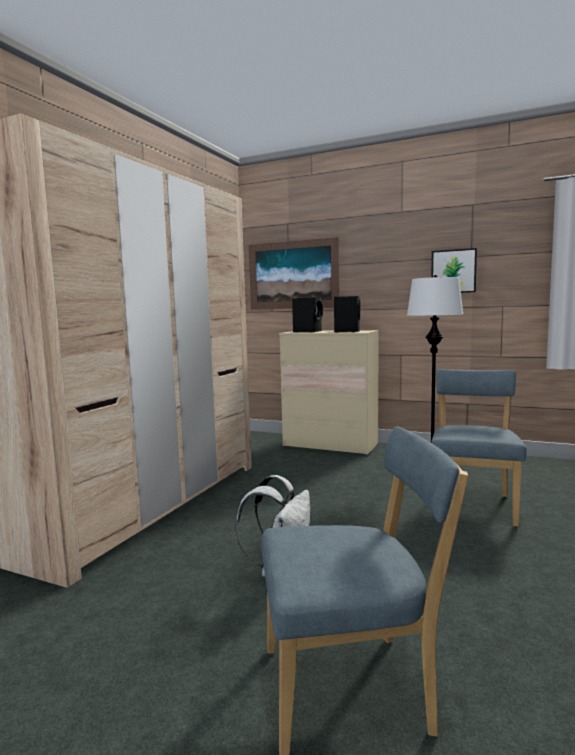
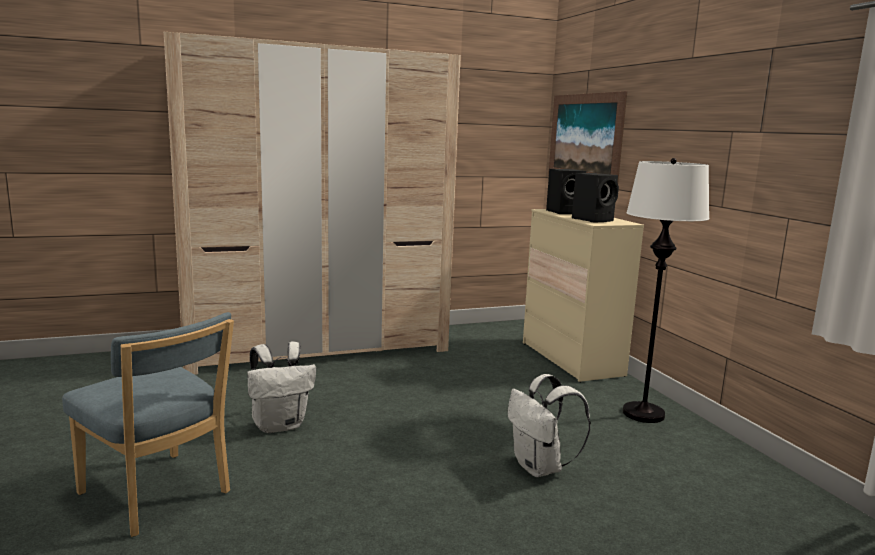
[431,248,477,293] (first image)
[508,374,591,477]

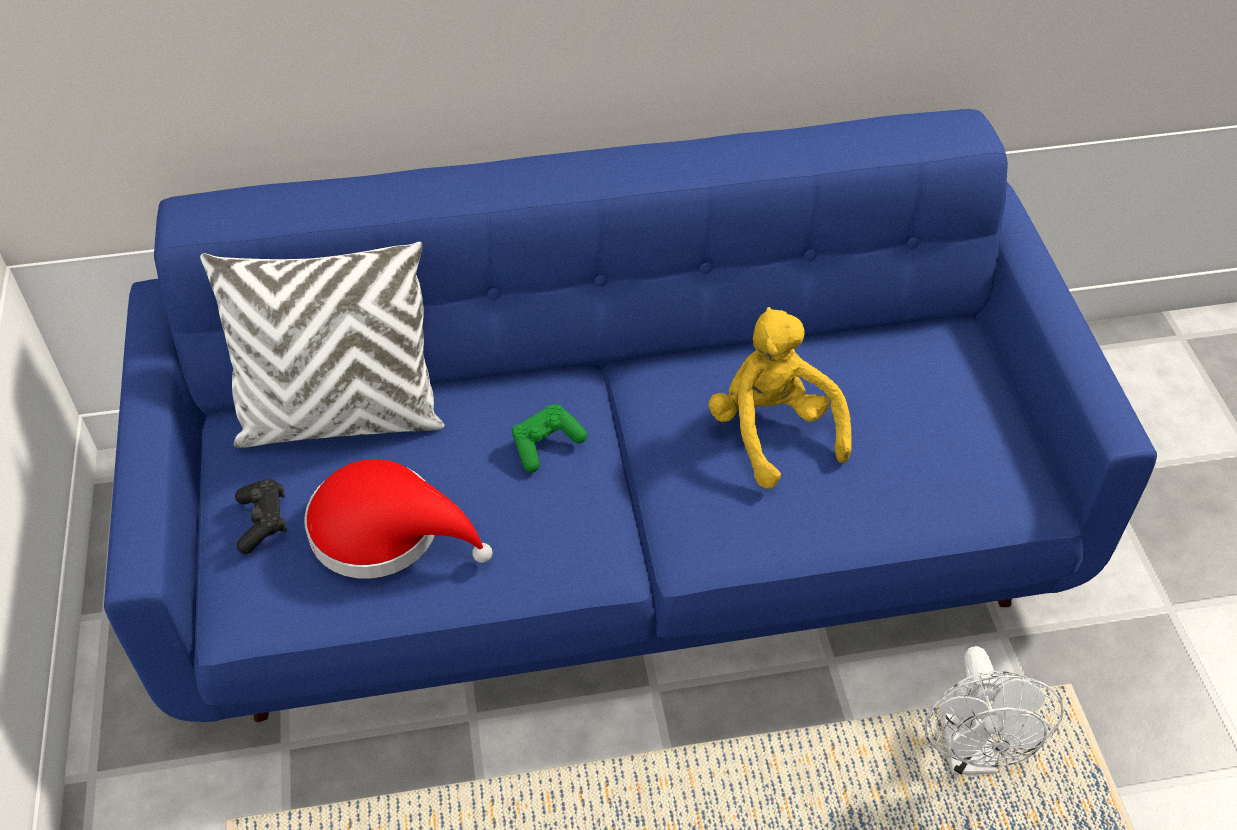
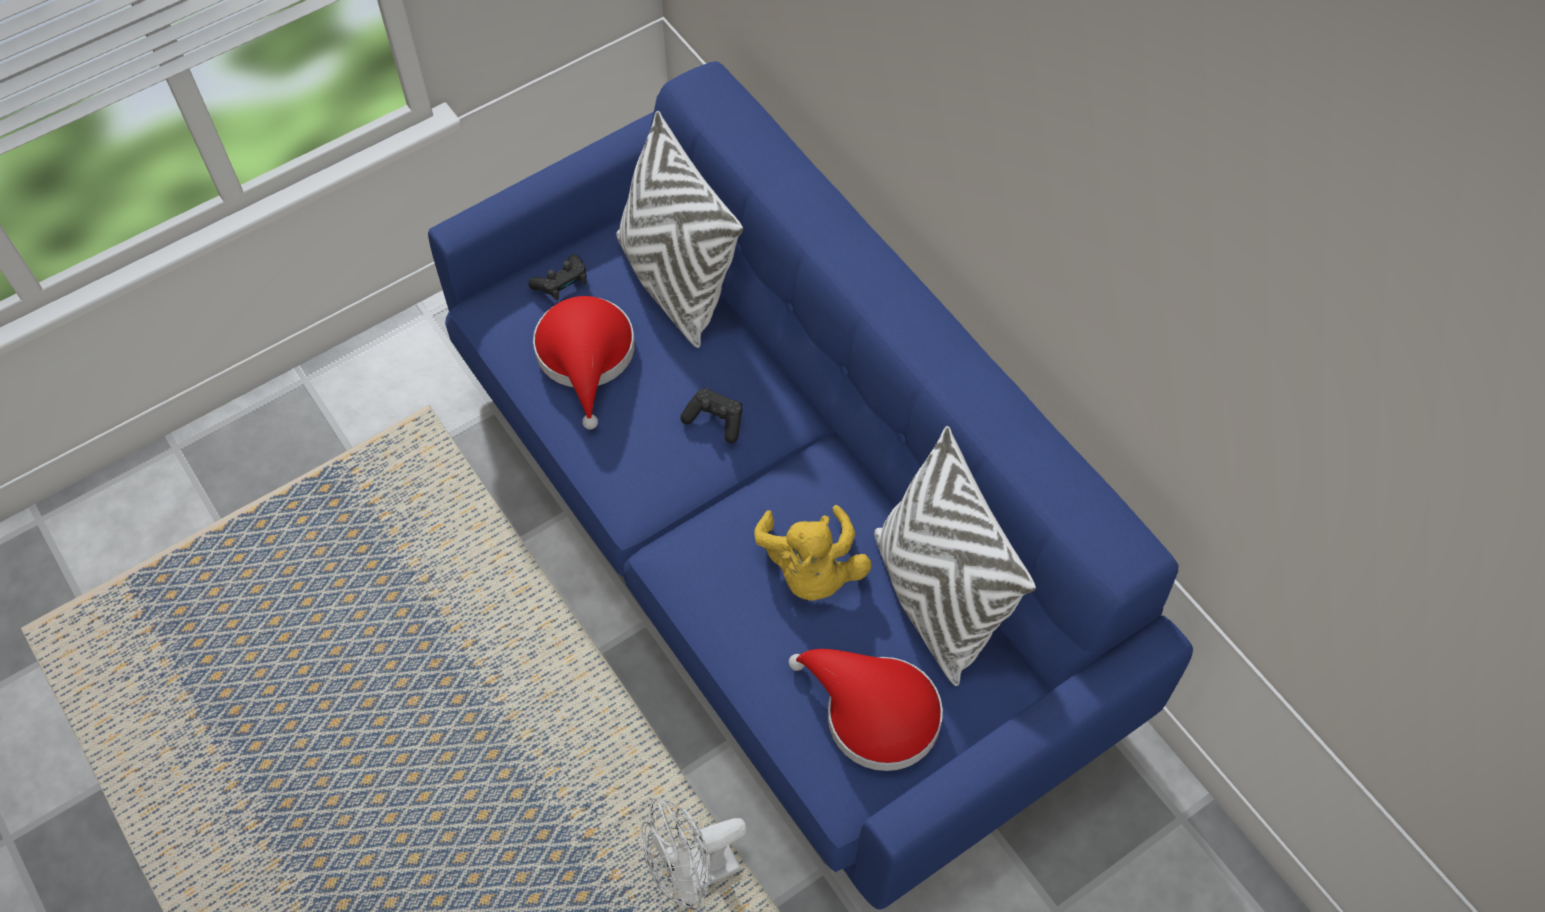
[754,505,872,601]
[680,388,742,443]
[874,426,1036,686]
[789,649,943,771]

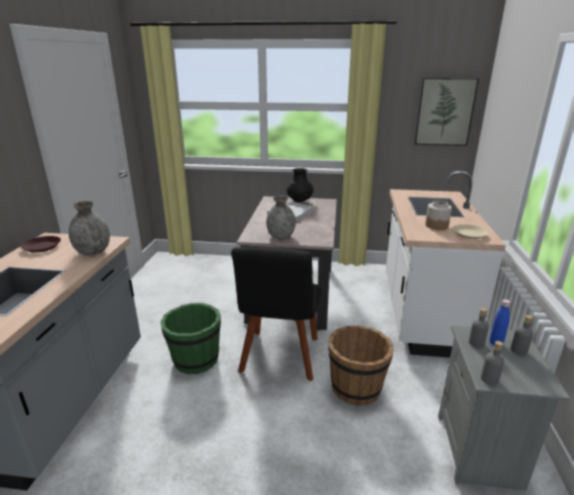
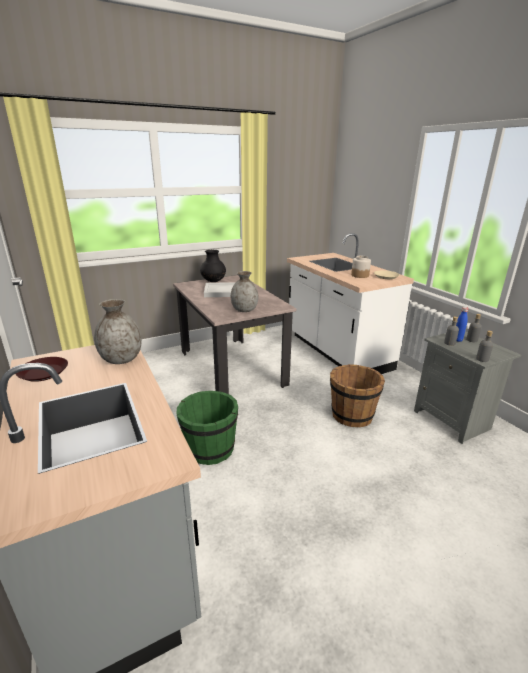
[414,78,479,146] (first image)
[231,246,321,381] (first image)

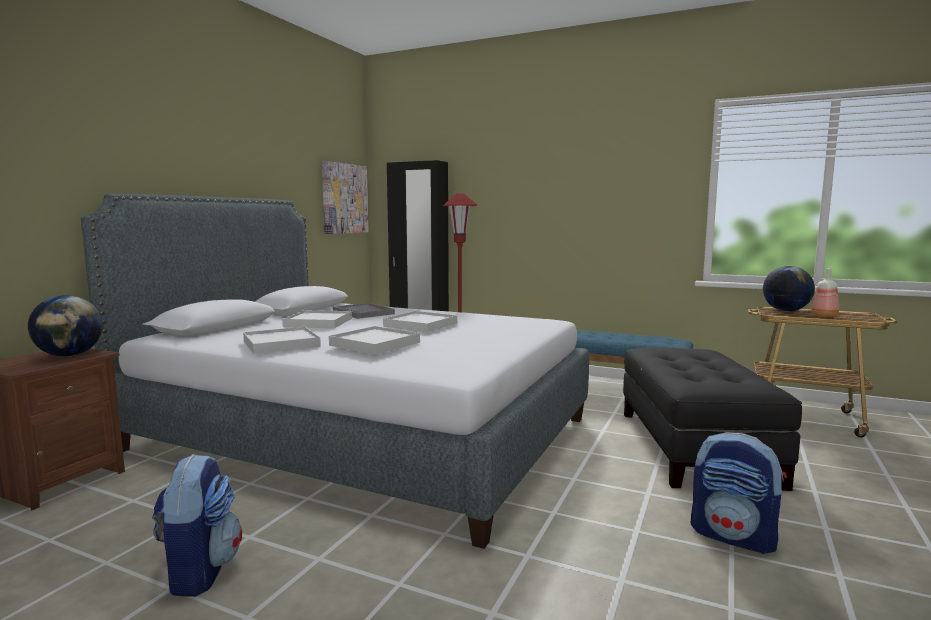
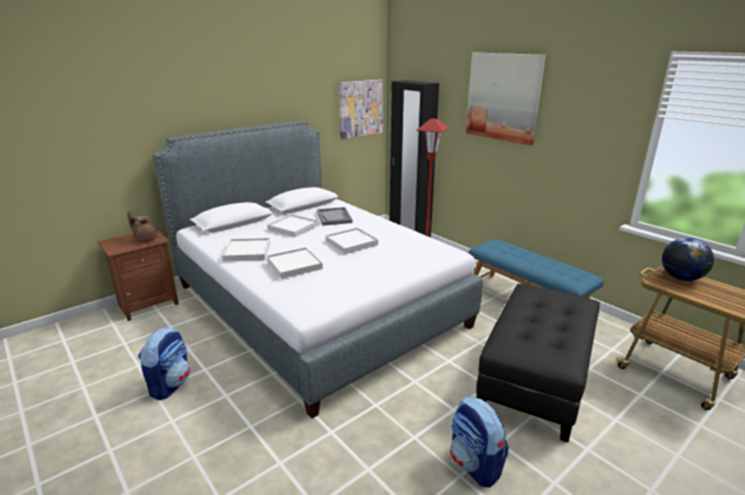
[811,269,839,317] (first image)
[127,211,158,242]
[466,52,546,145]

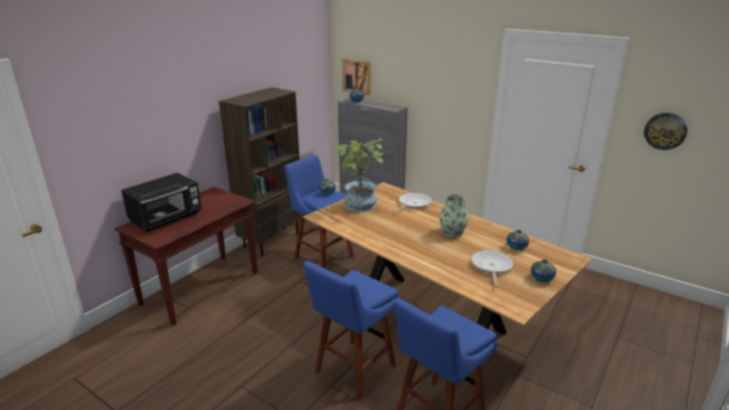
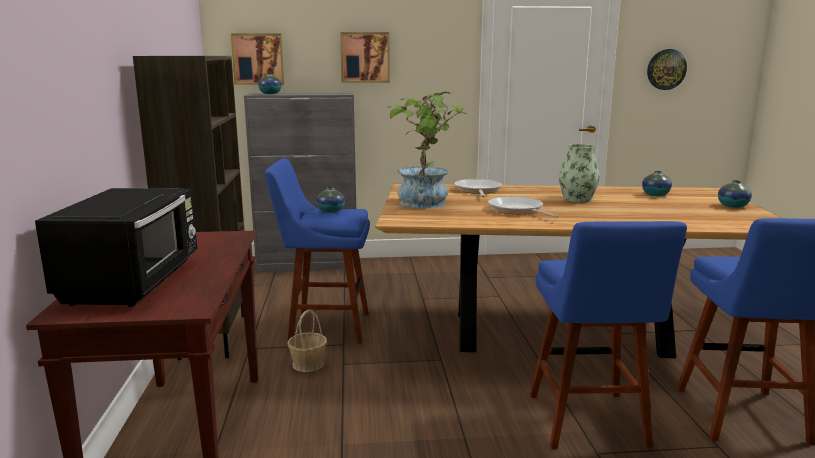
[488,196,559,218]
[340,32,390,83]
[288,309,327,372]

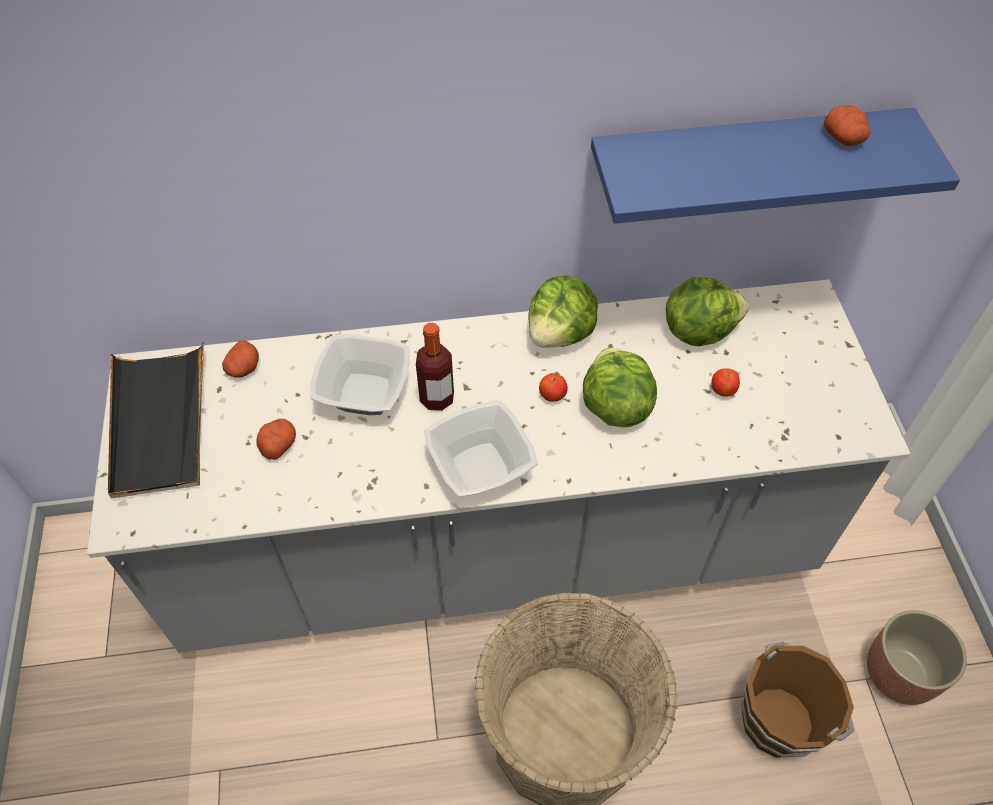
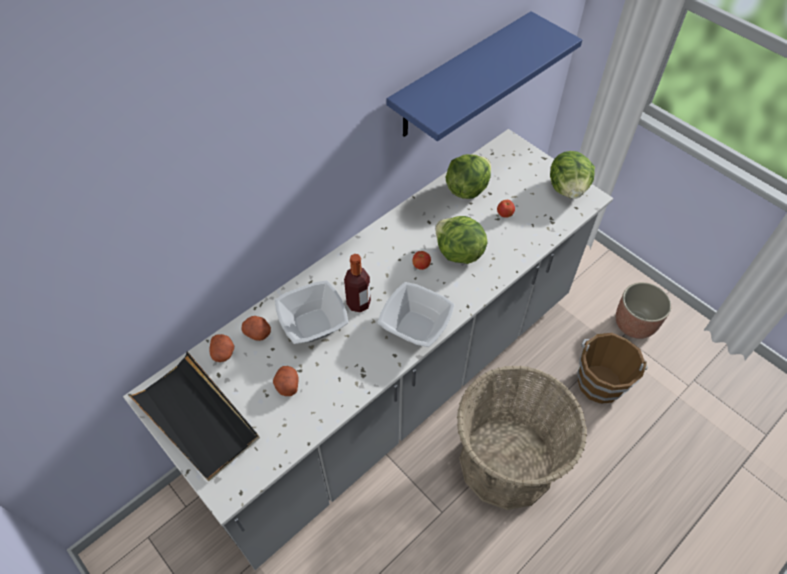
[241,316,271,341]
[550,151,595,199]

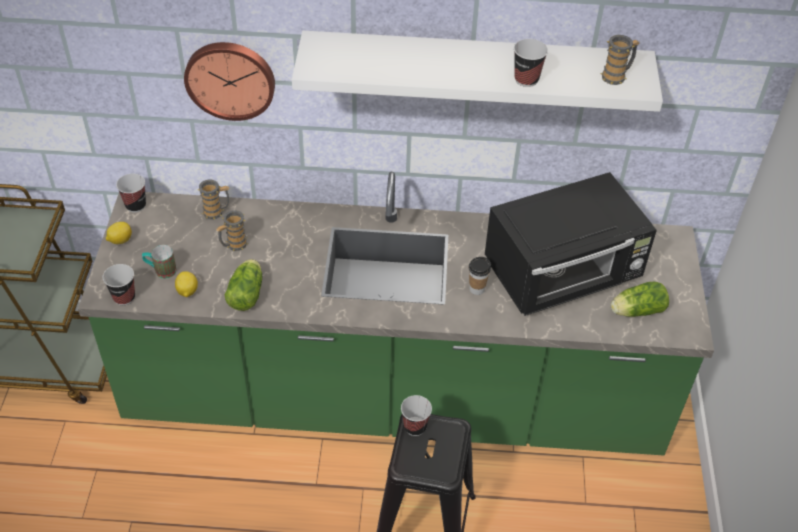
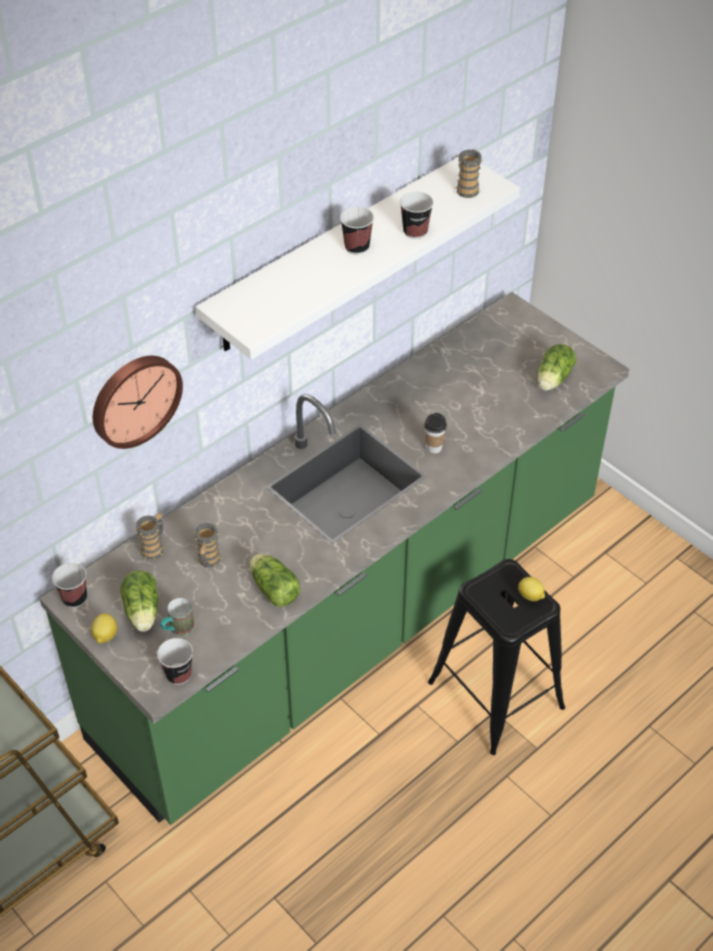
[485,172,657,316] (first image)
[518,577,545,601]
[340,207,374,255]
[120,570,158,632]

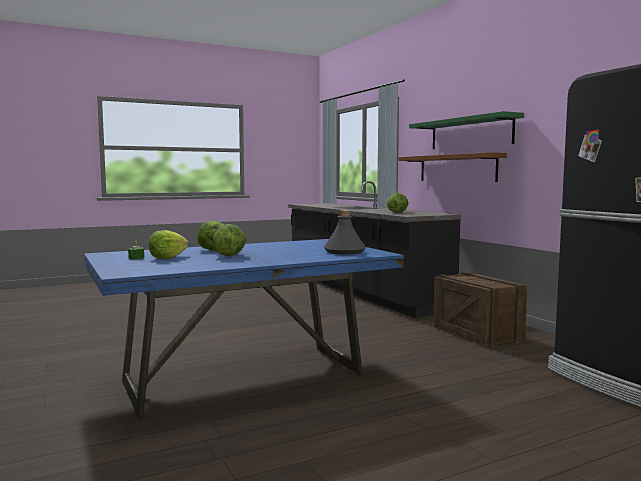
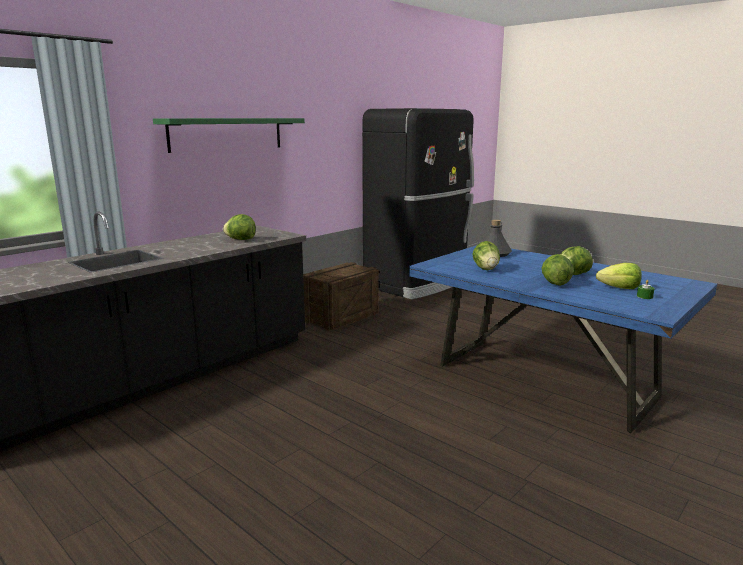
[398,152,507,182] (first image)
[472,241,500,270]

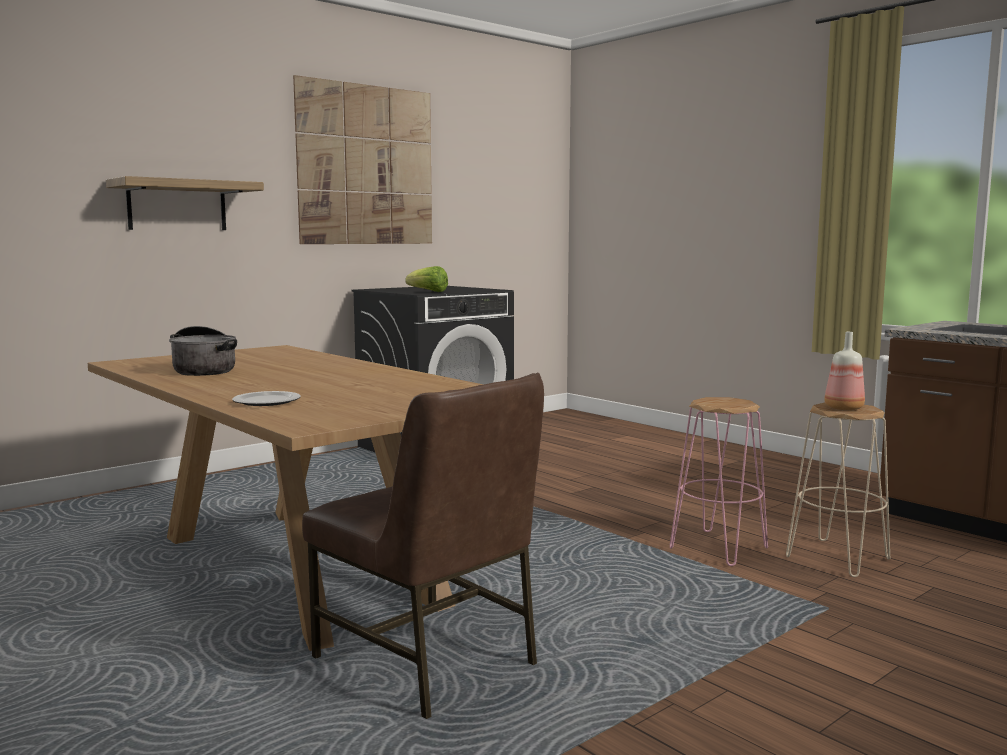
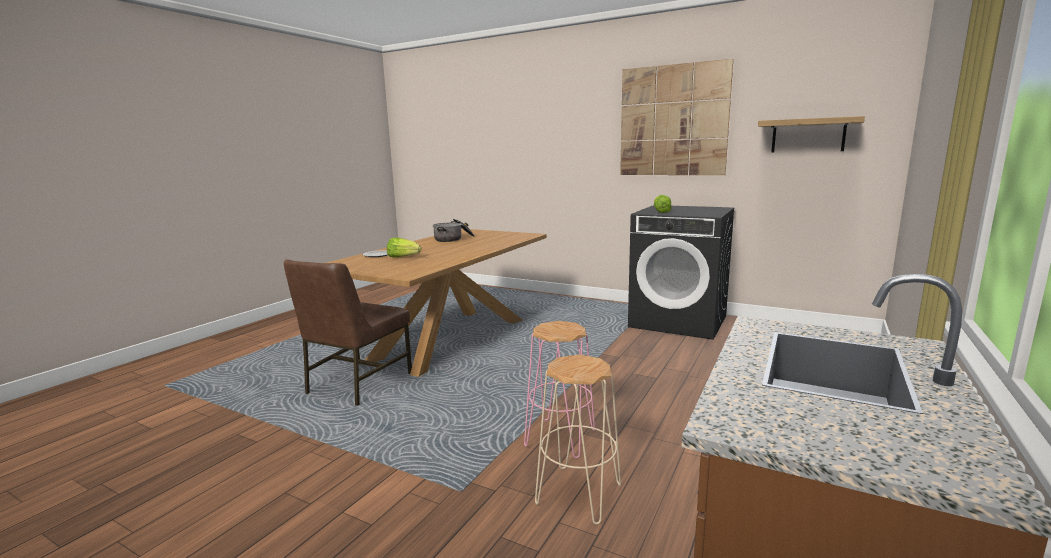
[758,116,865,153]
[824,332,865,410] (first image)
[387,237,421,258]

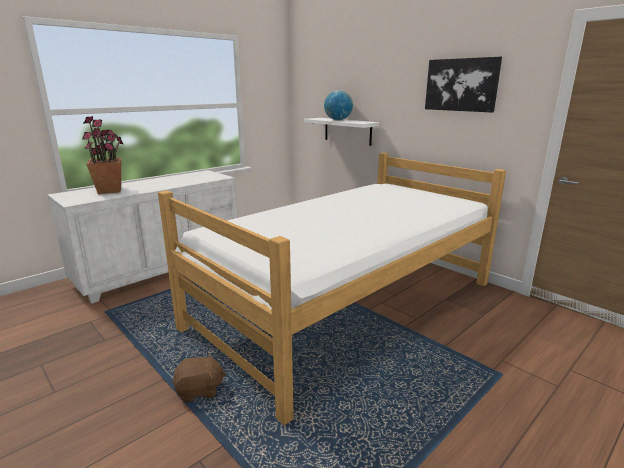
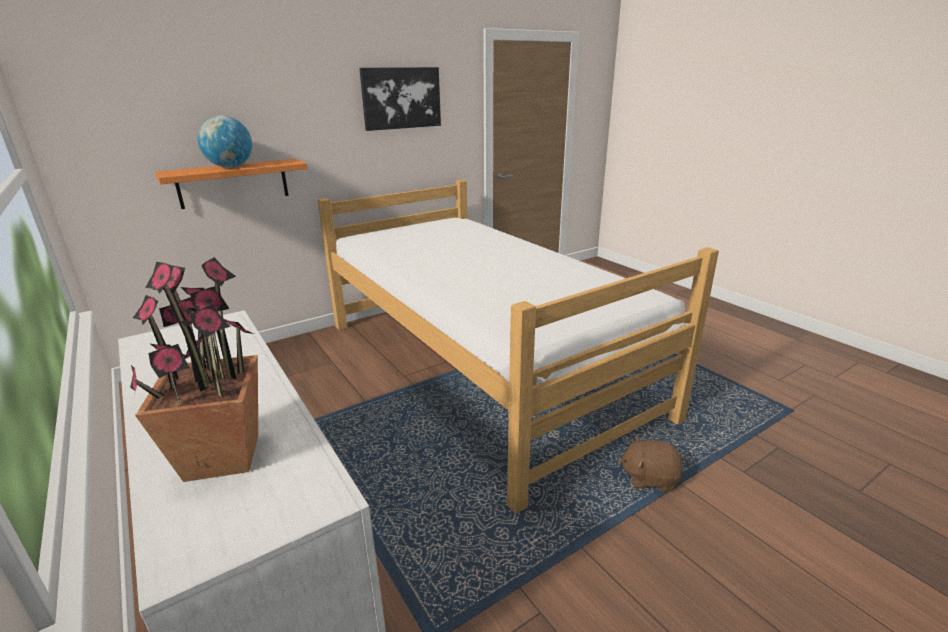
[155,159,308,209]
[619,436,683,492]

